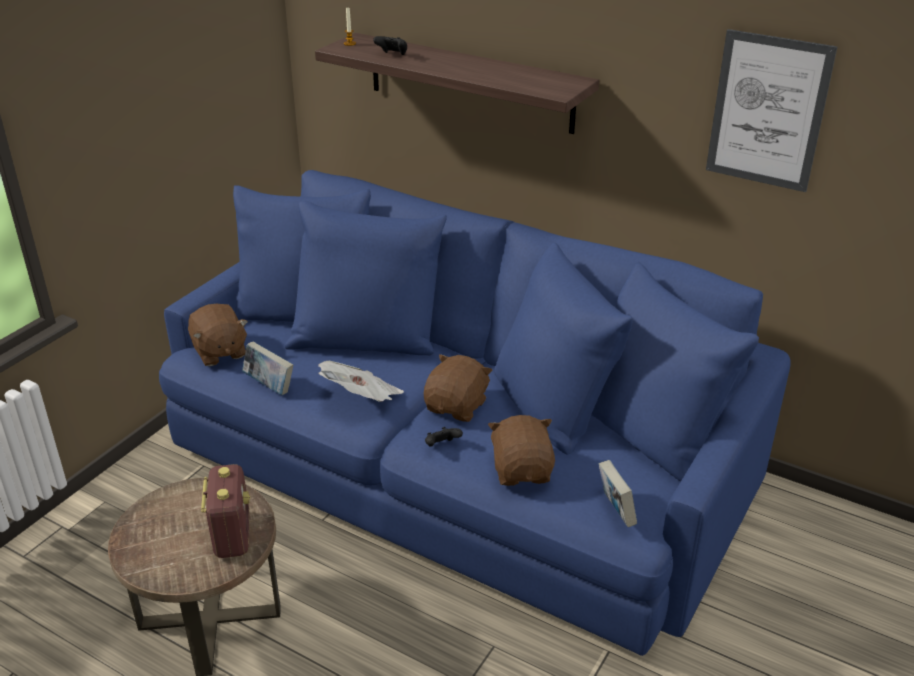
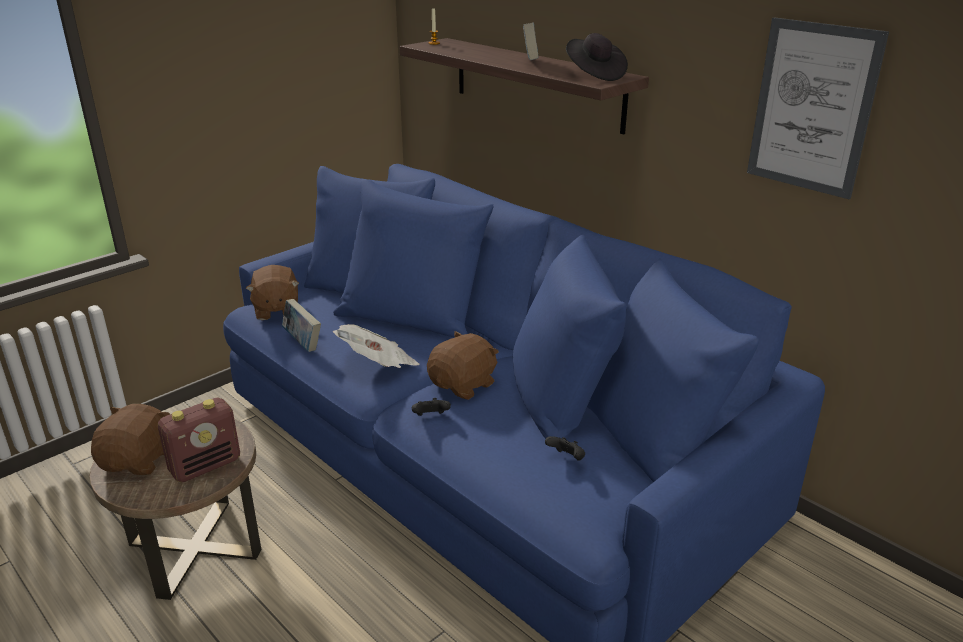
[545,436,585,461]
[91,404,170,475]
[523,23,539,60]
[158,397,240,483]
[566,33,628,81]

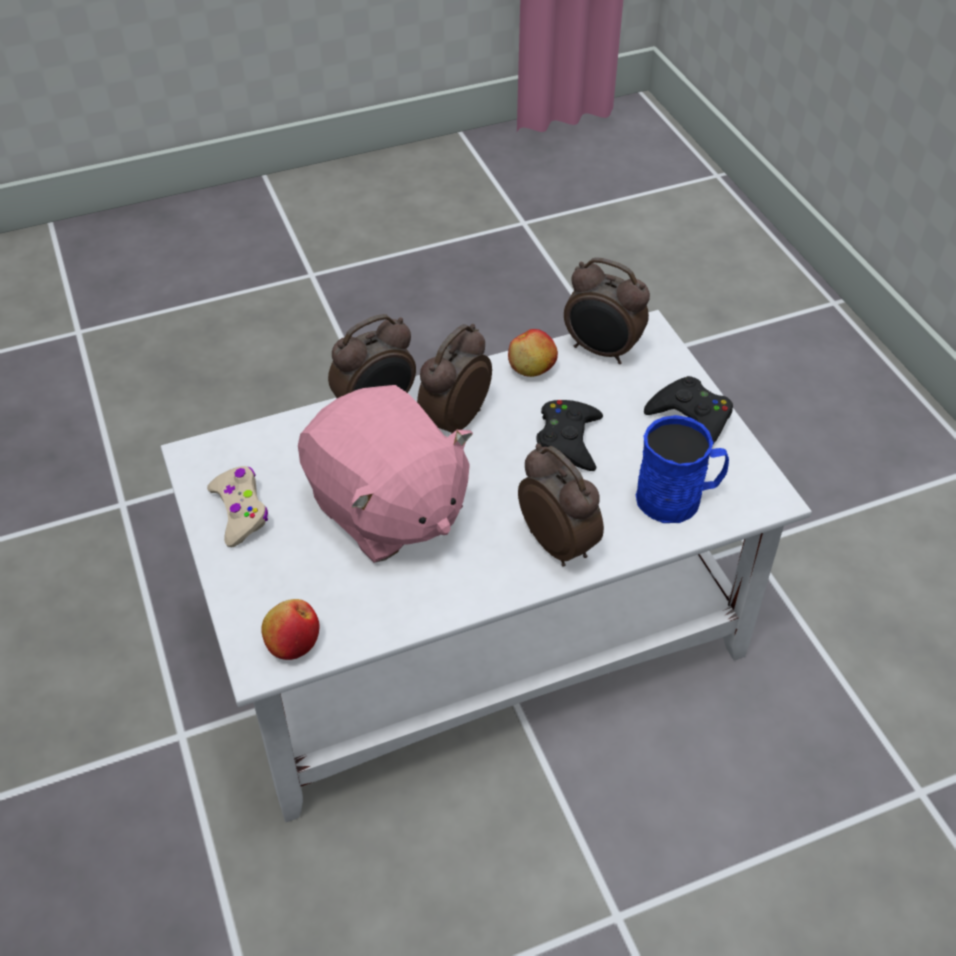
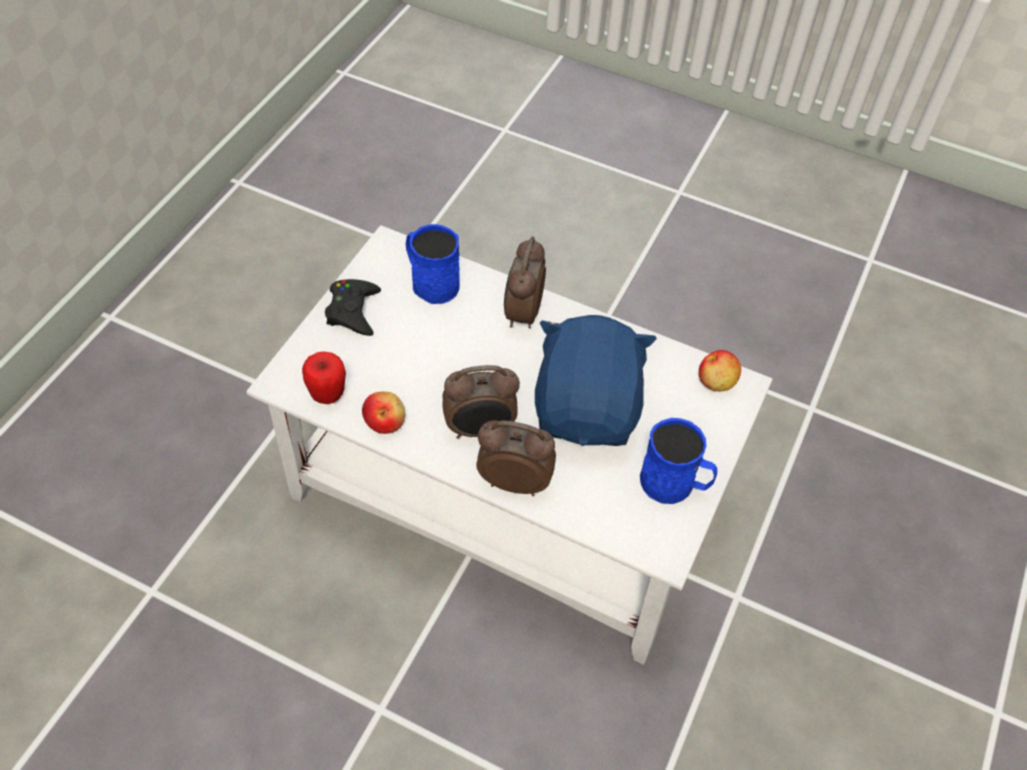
[302,351,346,404]
[535,315,657,446]
[536,400,603,471] (first image)
[640,418,717,504]

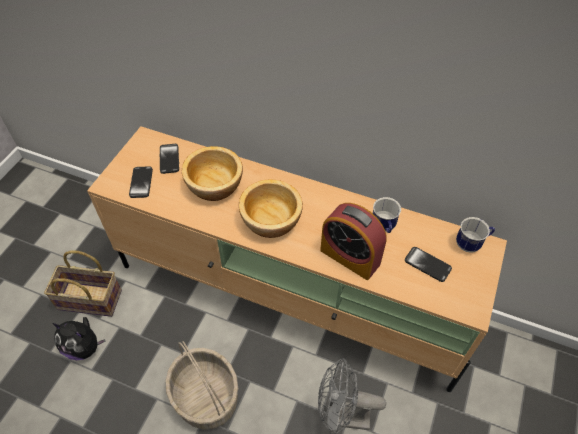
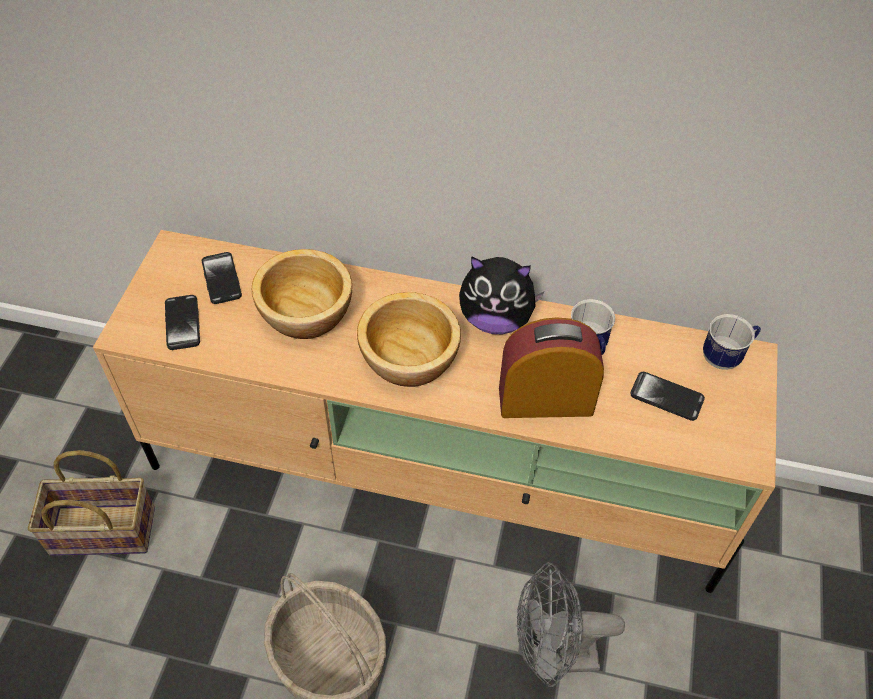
[499,317,604,418]
[459,256,544,334]

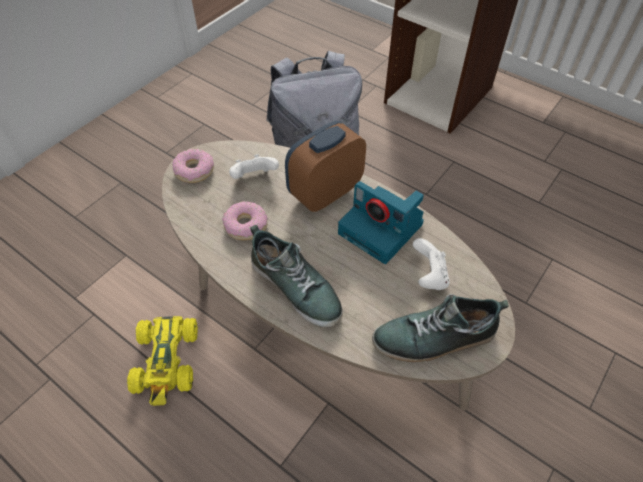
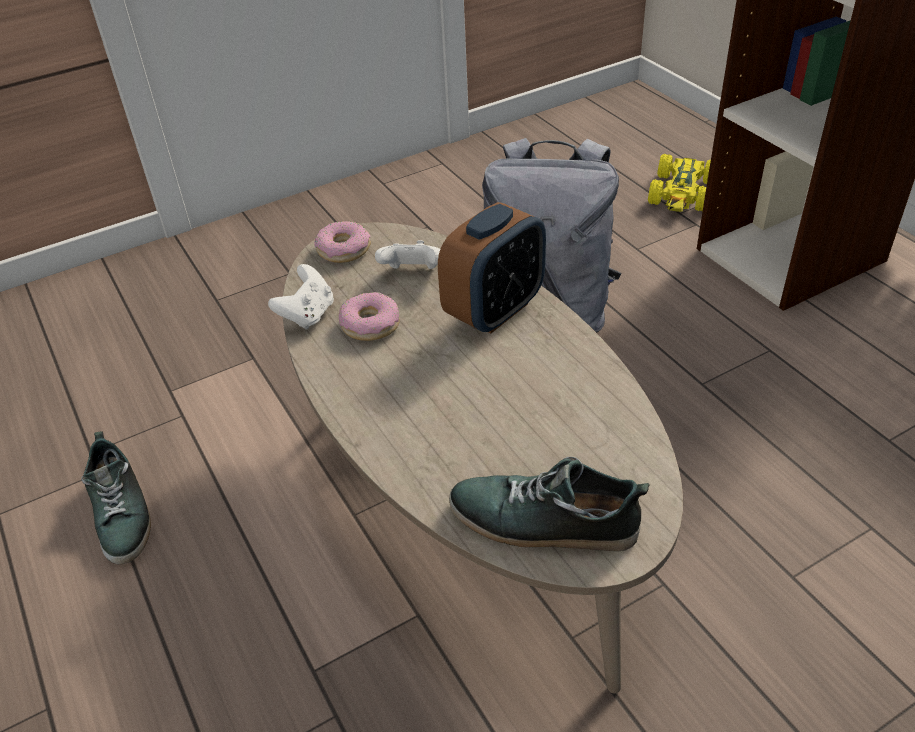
[438,202,546,334]
[338,181,424,264] (first image)
[81,431,151,564]
[268,264,334,330]
[648,154,711,212]

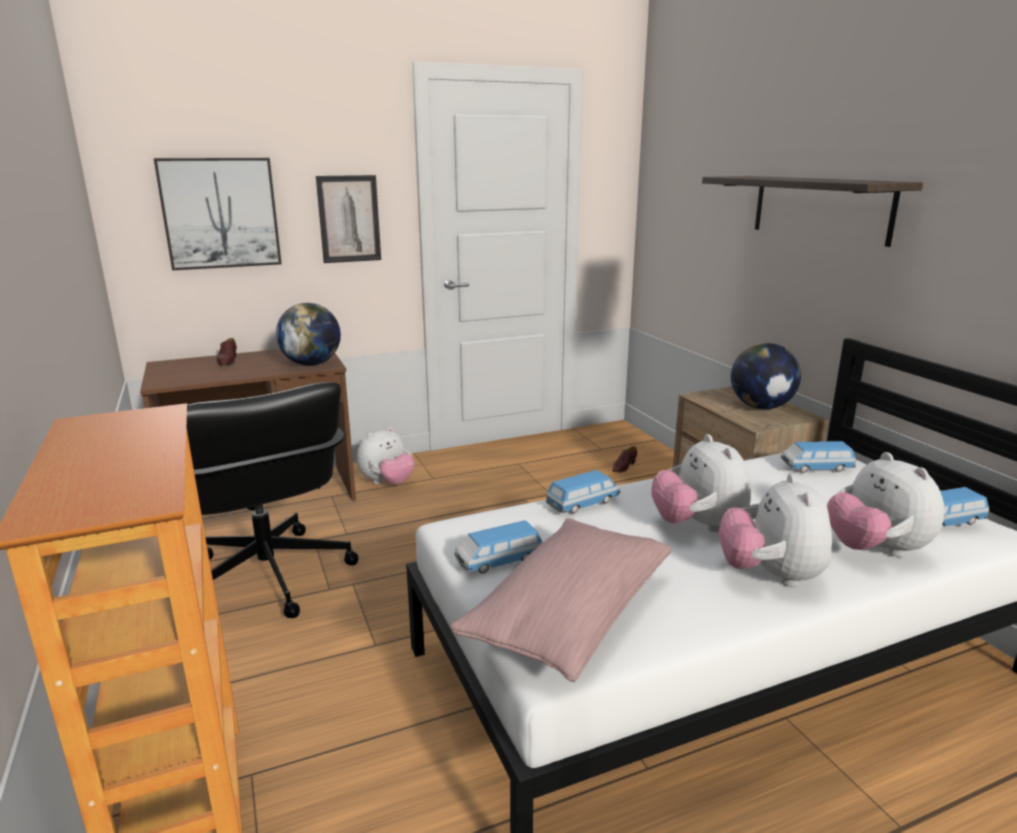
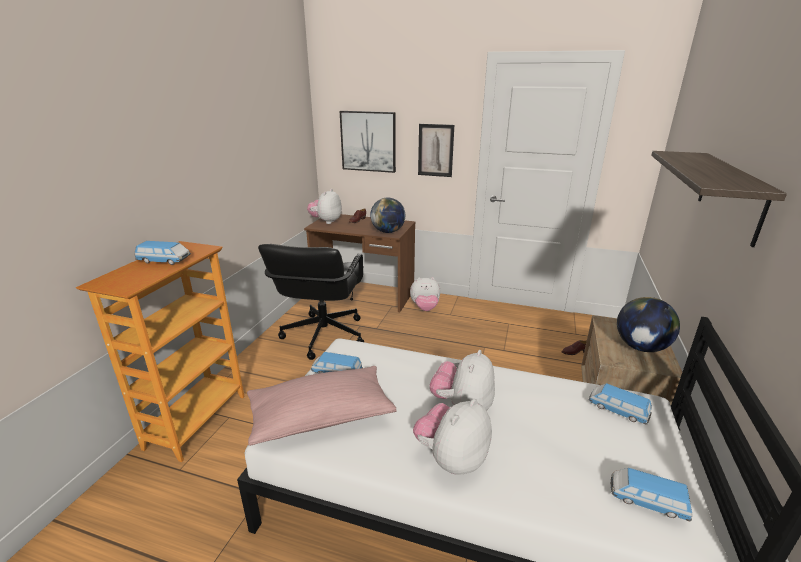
[307,189,342,224]
[134,241,191,265]

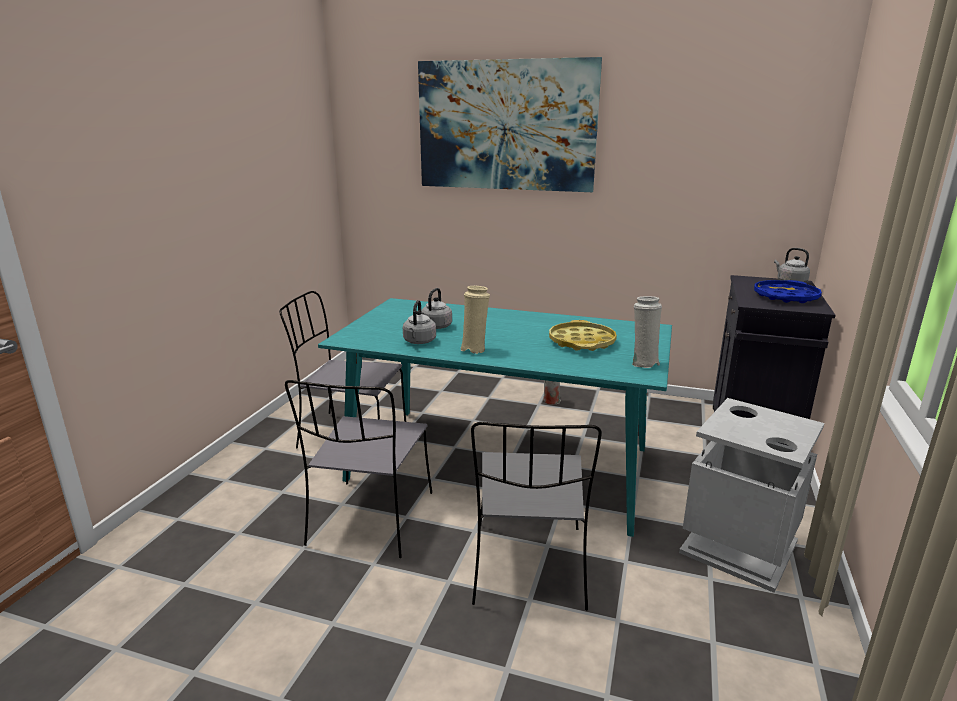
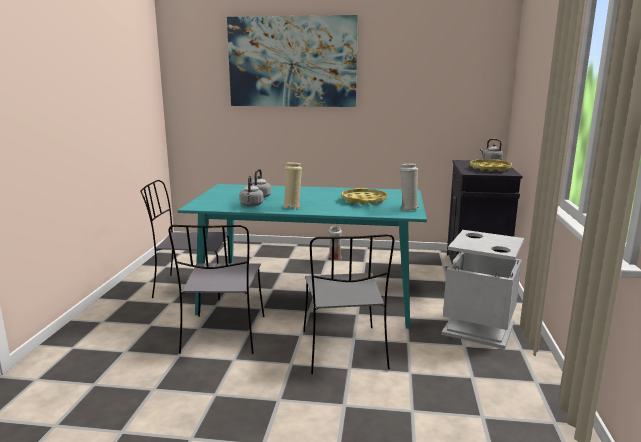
[470,159,512,172]

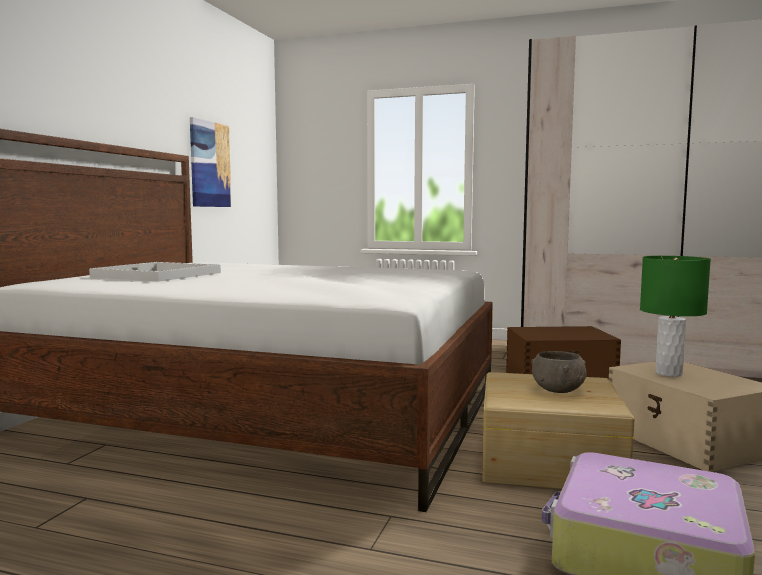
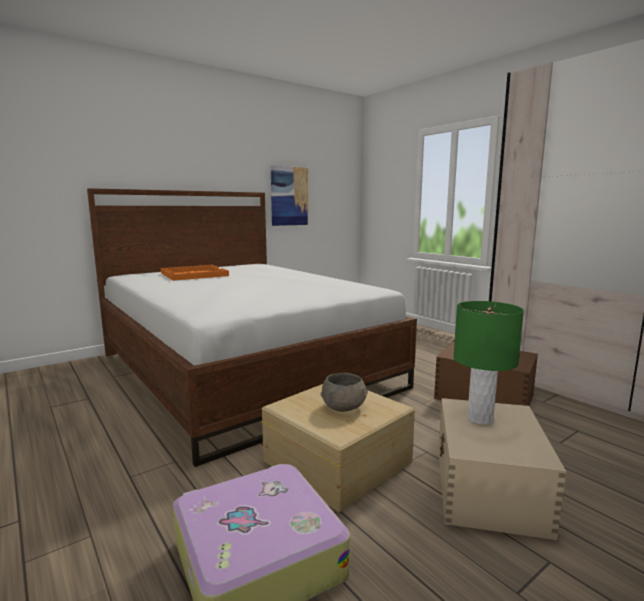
[161,265,229,281]

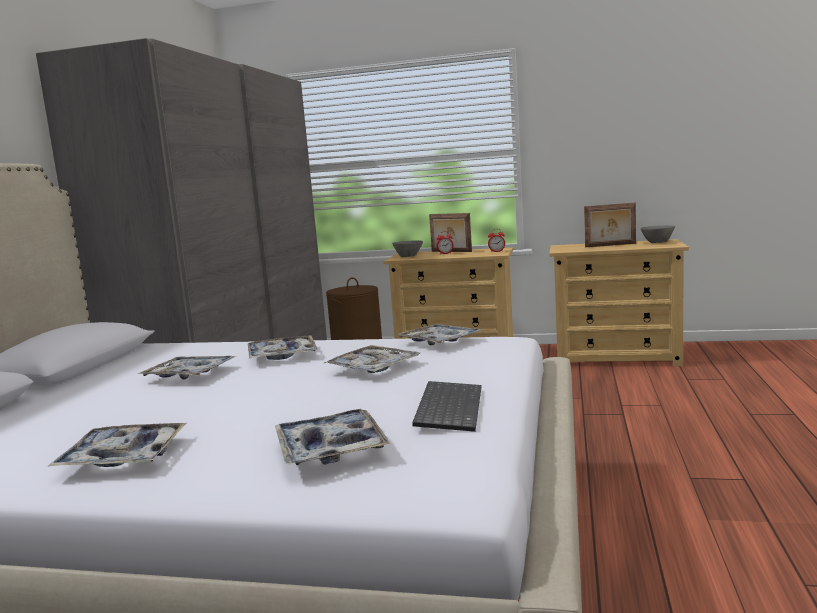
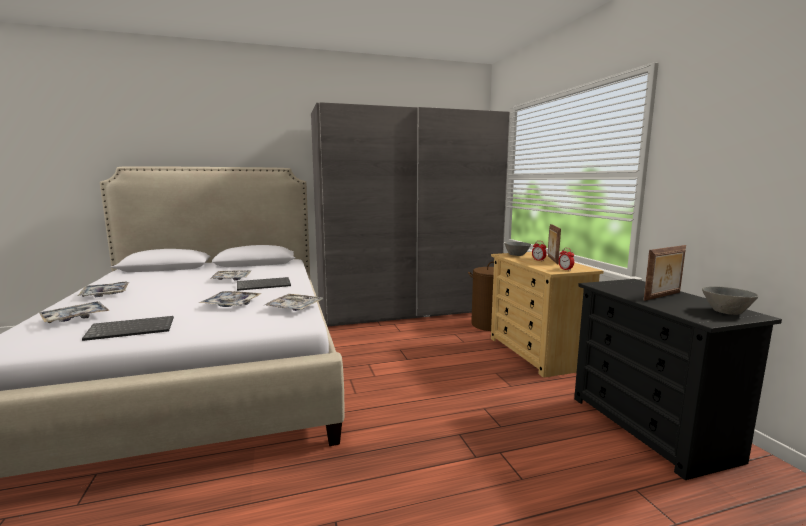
[644,245,686,301]
[574,279,782,480]
[237,277,291,291]

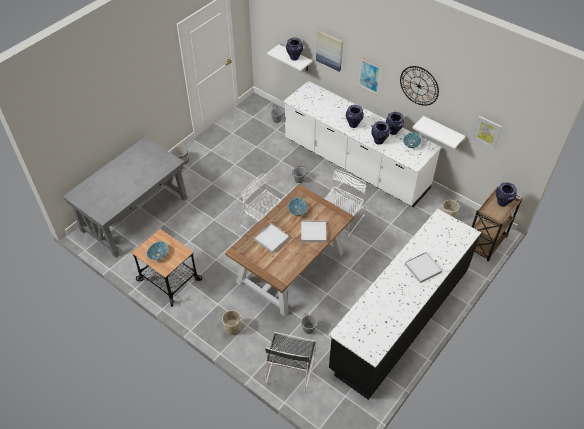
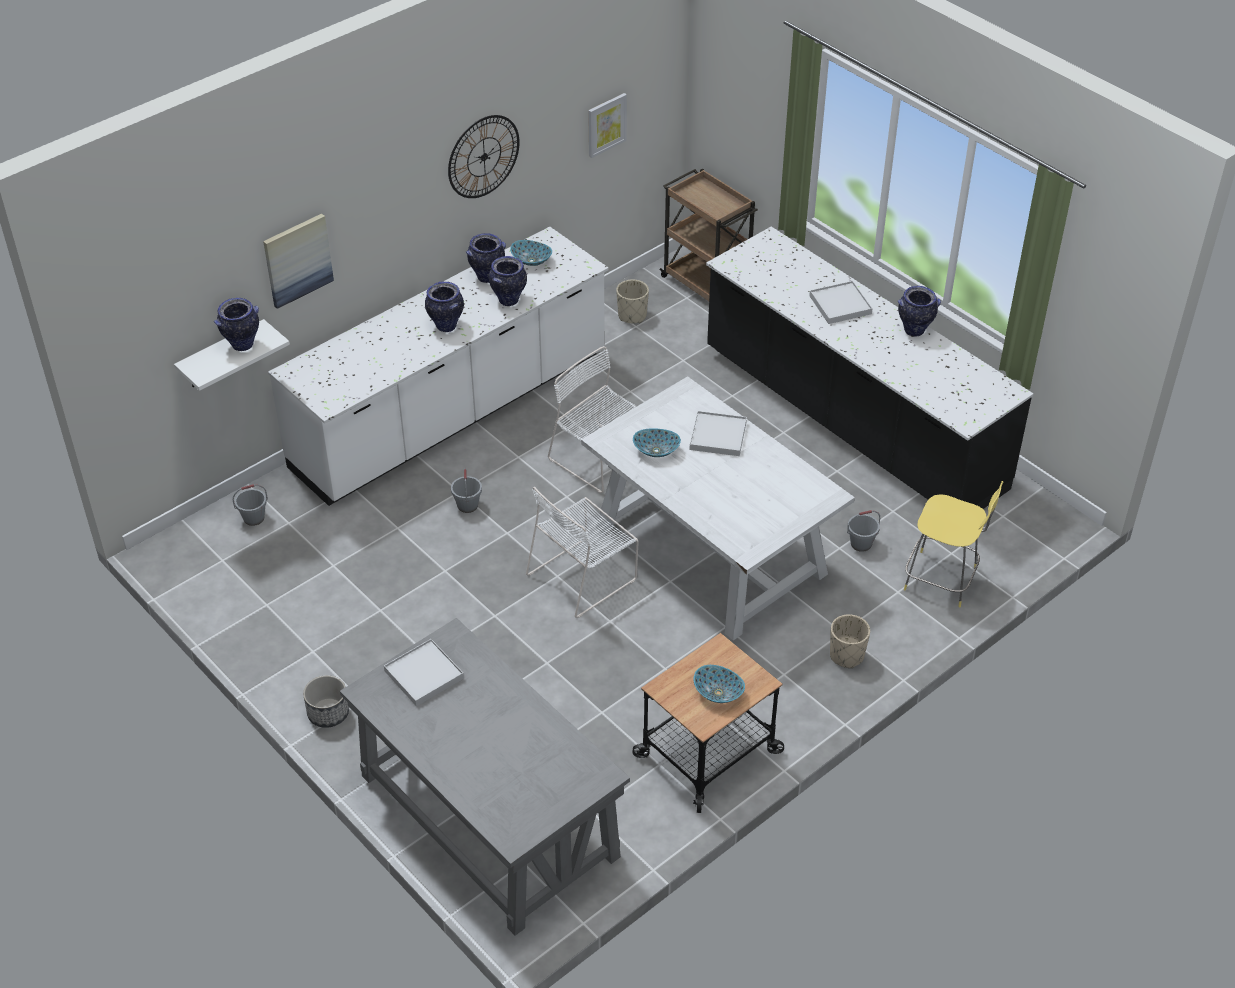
[358,57,381,95] (first image)
[413,116,465,149] (first image)
[898,286,941,337]
[581,376,855,640]
[384,639,464,706]
[904,481,1003,608]

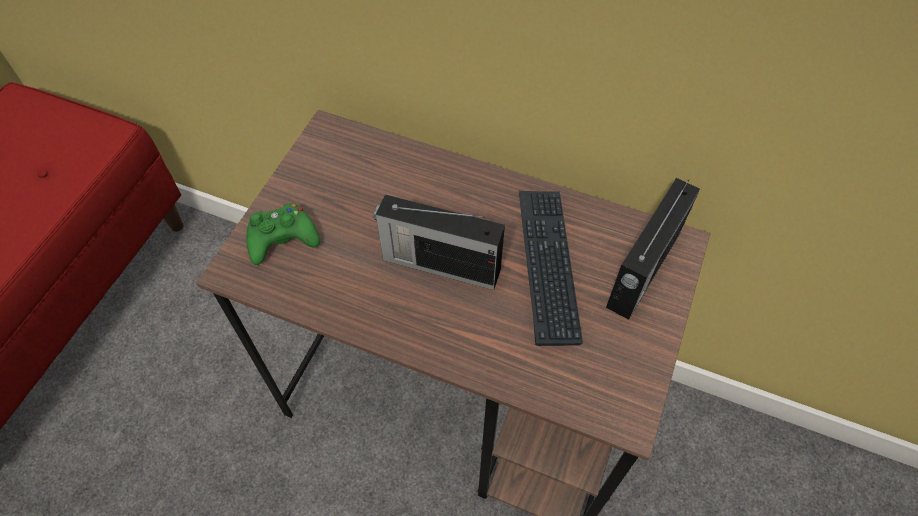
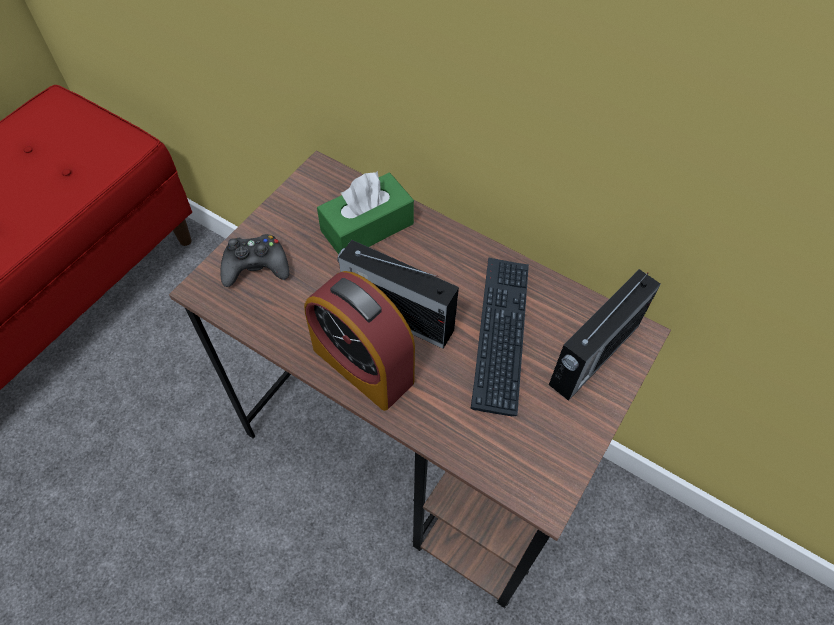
[221,234,289,287]
[317,171,414,255]
[304,271,415,411]

